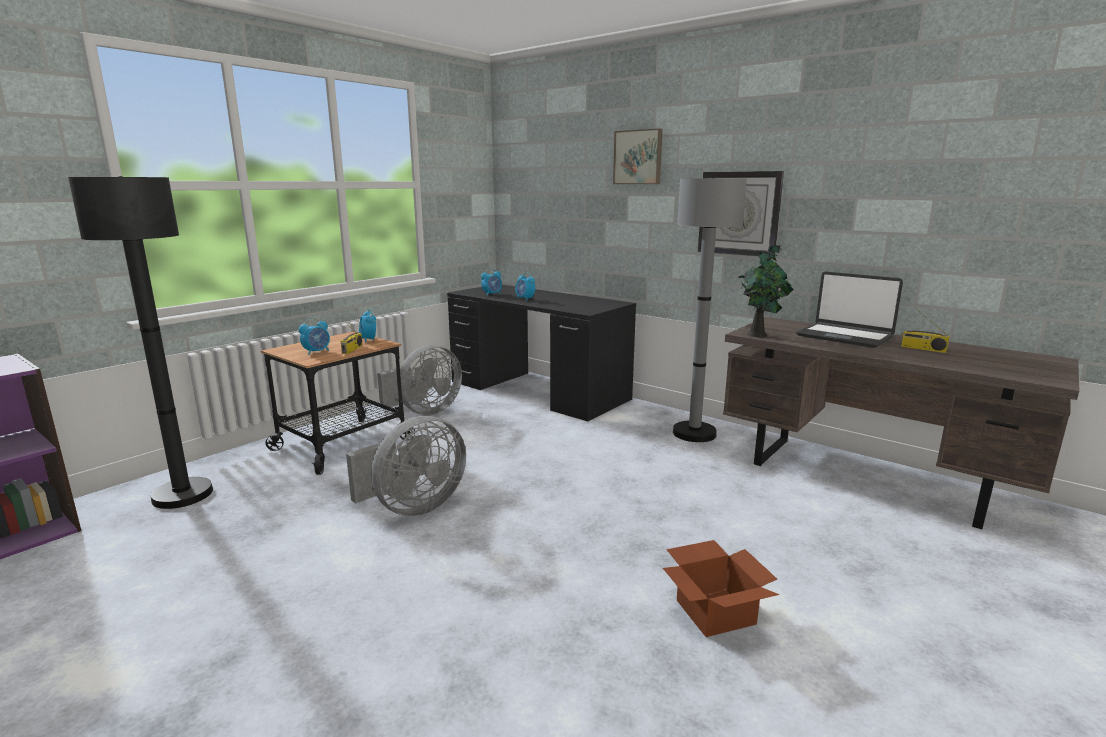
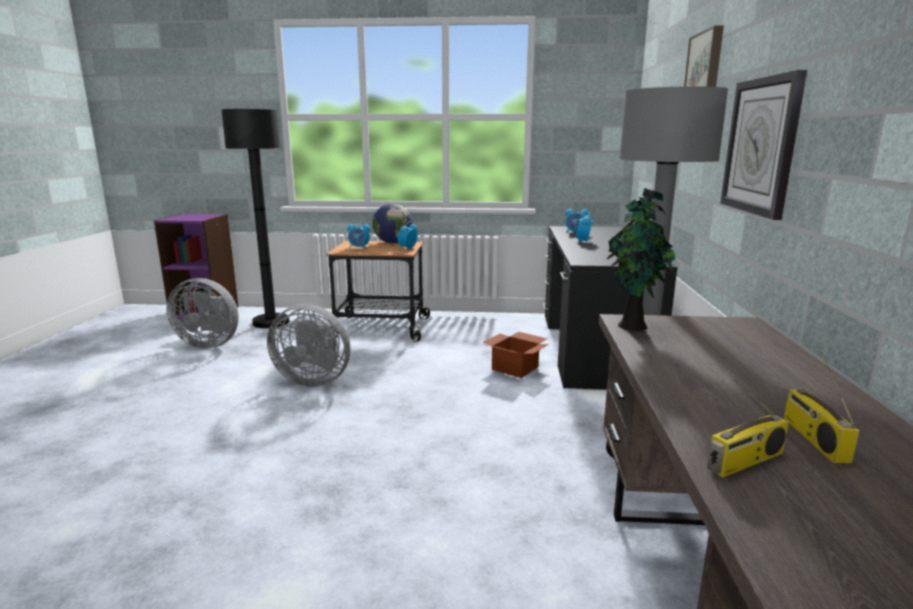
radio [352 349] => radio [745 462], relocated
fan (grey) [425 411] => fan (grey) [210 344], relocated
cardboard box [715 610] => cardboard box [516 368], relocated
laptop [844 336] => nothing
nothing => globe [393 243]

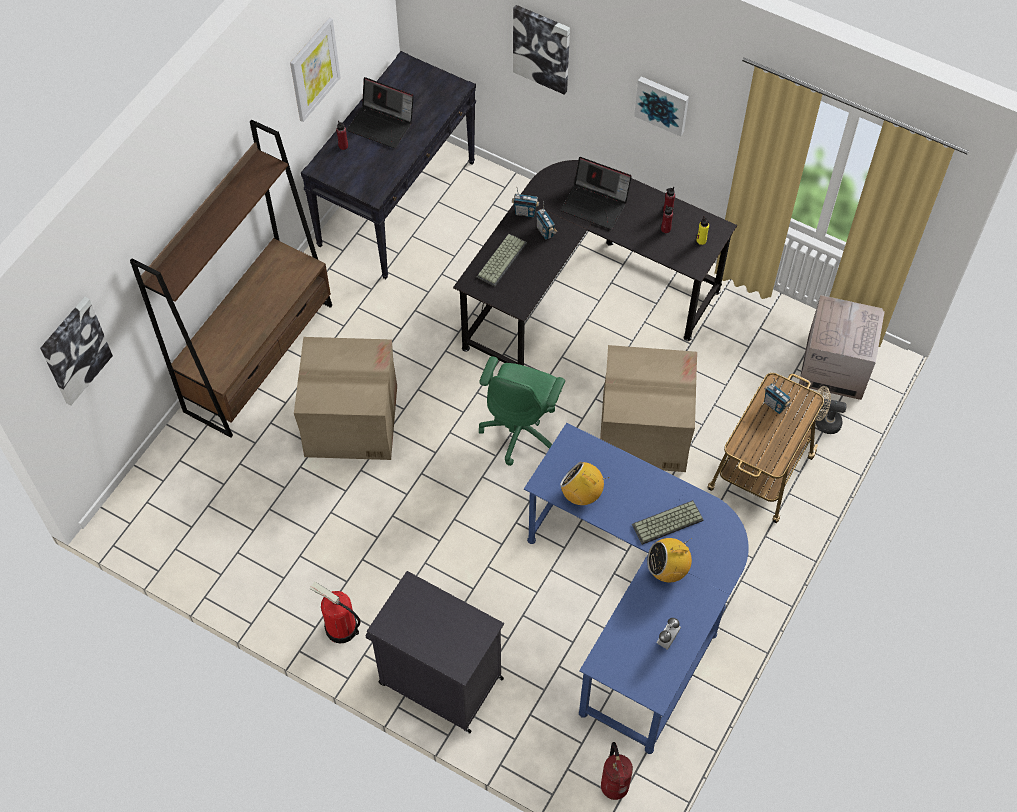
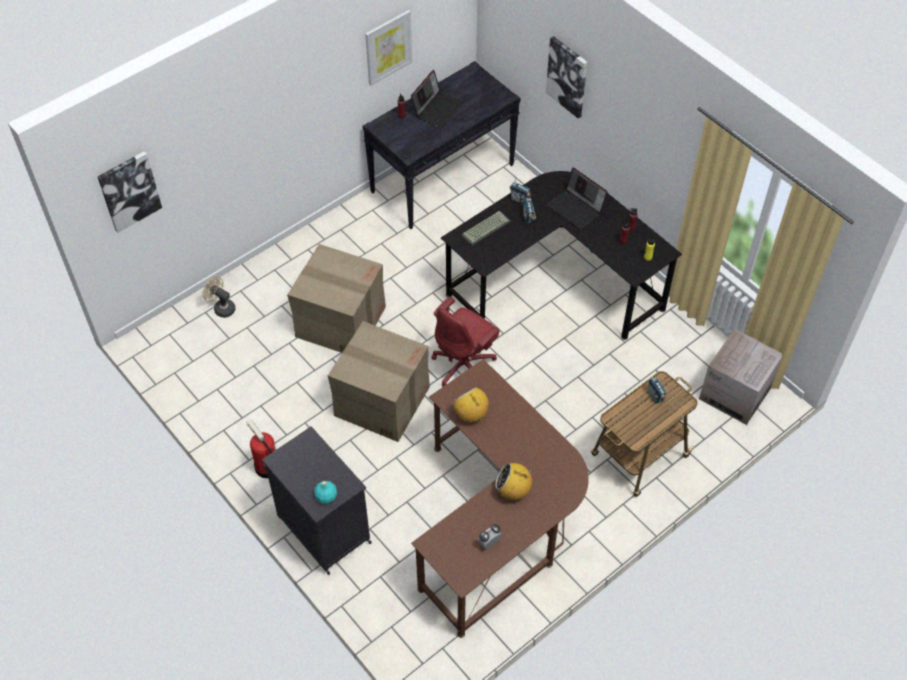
bookcase (brown) [259 357] => nothing
laptop [382 124] => laptop [437 108], 105 degrees counterclockwise
office chair (green) [521 430] => office chair (red) [465 366]
desk (blue) [637 604] => desk (brown) [498 522]
cardboard box [643 430] => cardboard box [381 401], relocated
fire extinguisher [614 784] => nothing
keyboard [667 524] => nothing
picture [662 104] => nothing
fan (beige) [823 422] => fan (beige) [221 308], relocated
nothing => bottle (turquoise) [326 496]

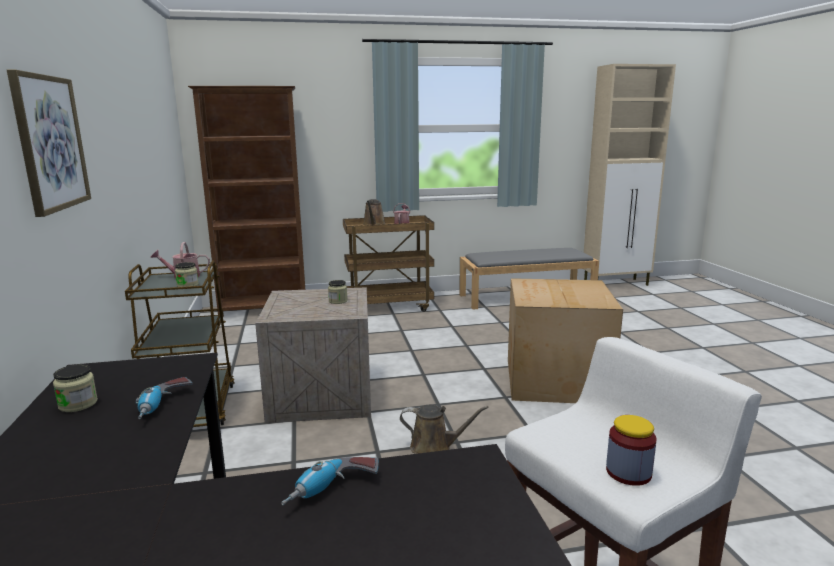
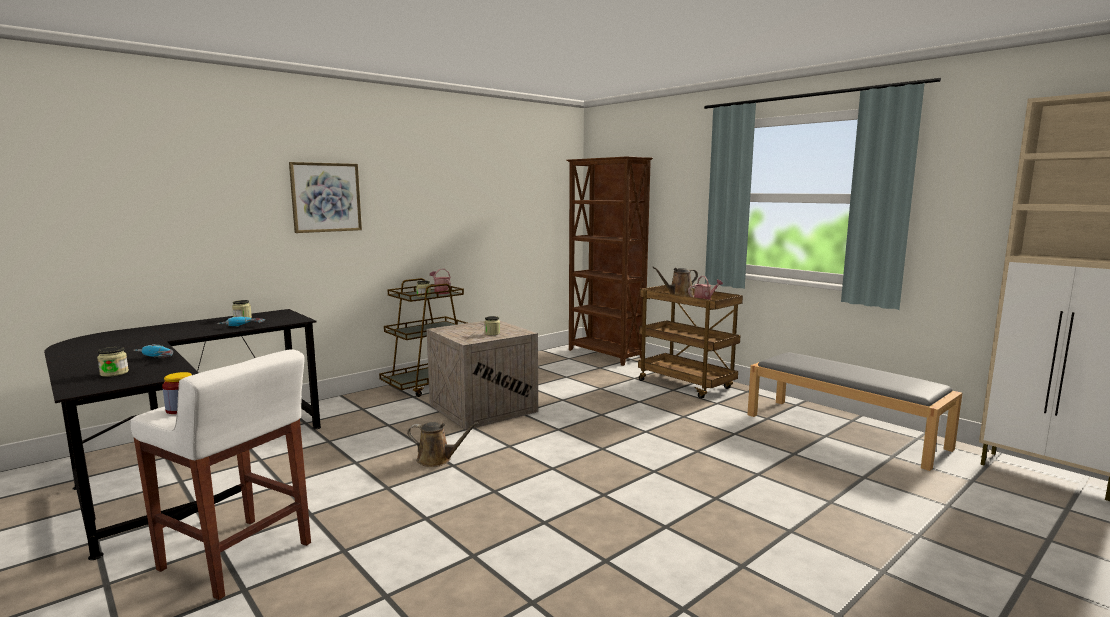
watering can (brown) [435 448] => watering can (brown) [437 459], 60 degrees counterclockwise
cardboard box [554 381] => nothing
nothing => jar [114 373]

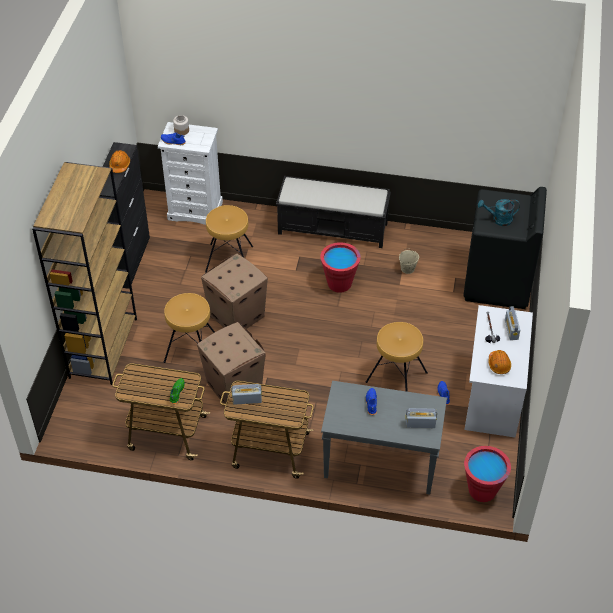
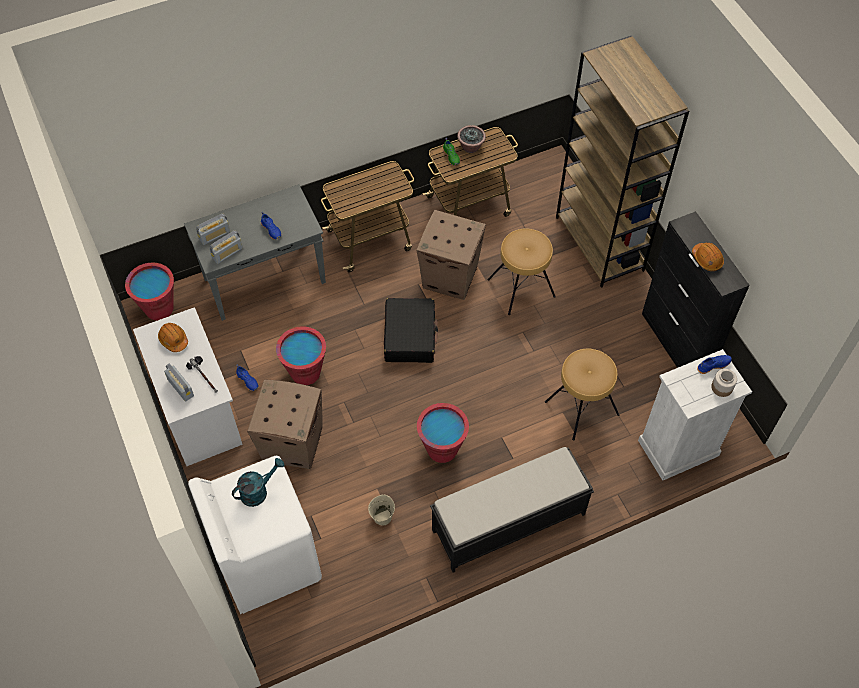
cardboard box [236 316] => cardboard box [293 443], relocated
radio [247 400] => radio [227 253], relocated
stool (brown) [396 378] => bucket (red) [305 372]
washing machine (black) [497 283] => washing machine (white) [267 560]
nothing => suitcase (black) [410 336]
nothing => potted plant [471 147]

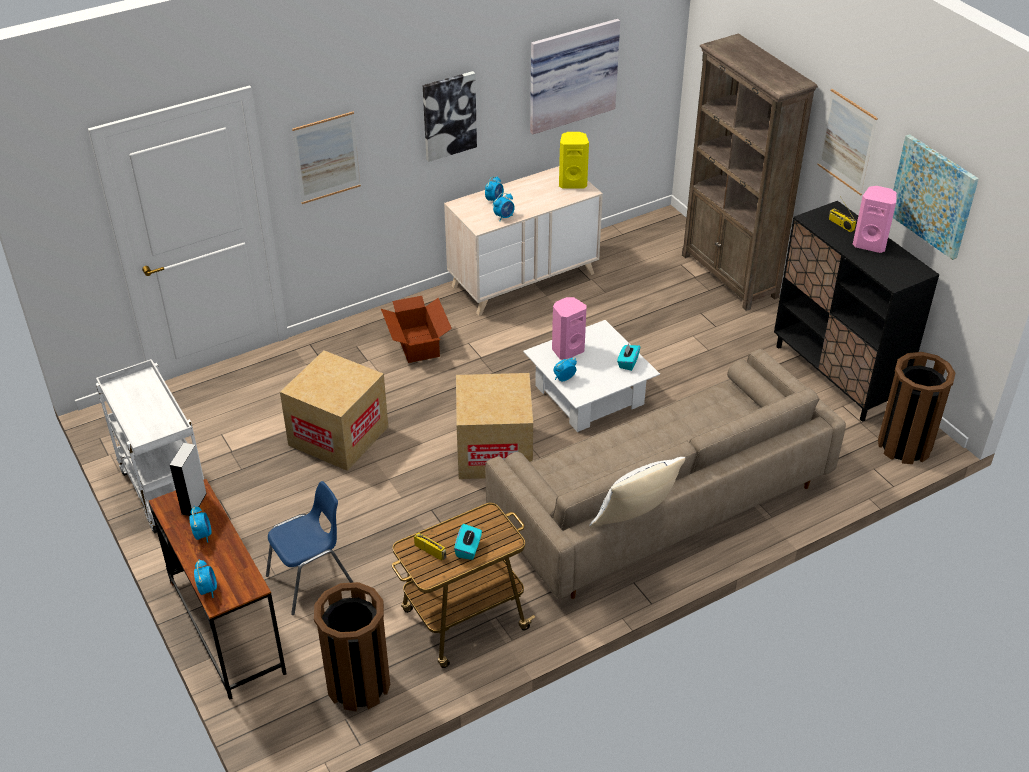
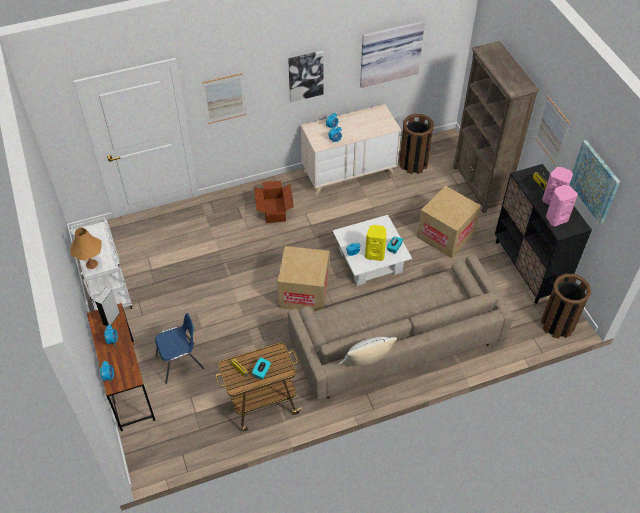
cardboard box [338 436] => cardboard box [445 235], relocated
trash can (brown) [358 684] => trash can (brown) [413 164], relocated
speaker (pink) [567 350] => speaker (pink) [556 218], relocated
speaker (yellow) [572 183] => speaker (yellow) [375 254], relocated
nothing => table lamp (orange) [91 264]

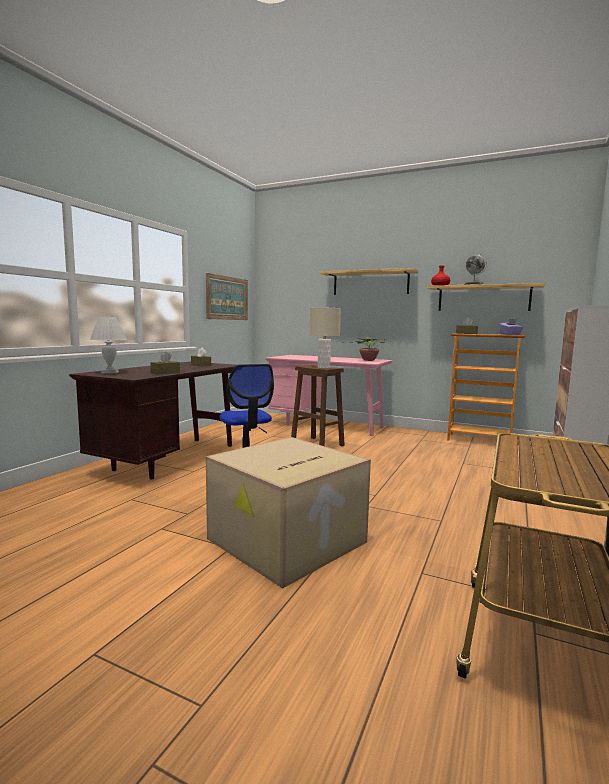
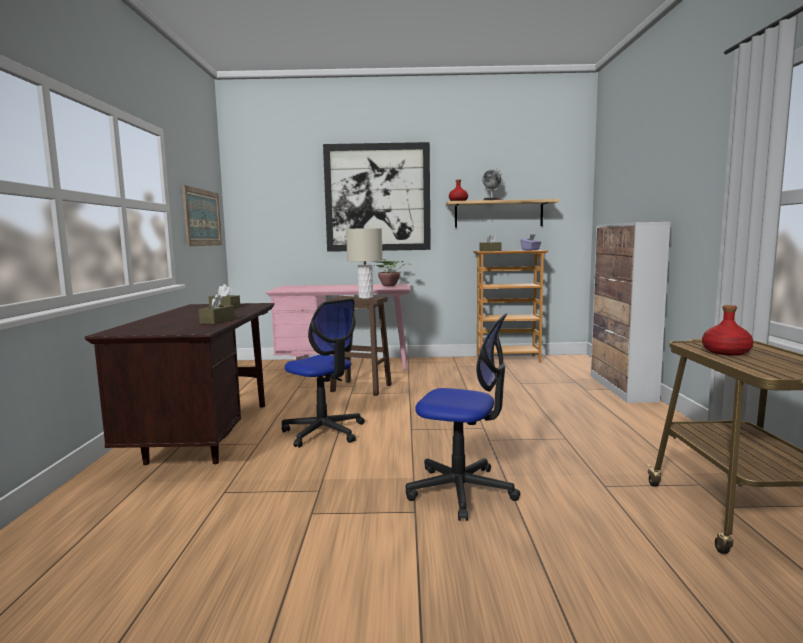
table lamp (white) [110 372] => nothing
cardboard box [286 541] => office chair [461 491]
shelf [370 283] => picture [377 198]
nothing => bottle (red) [726 352]

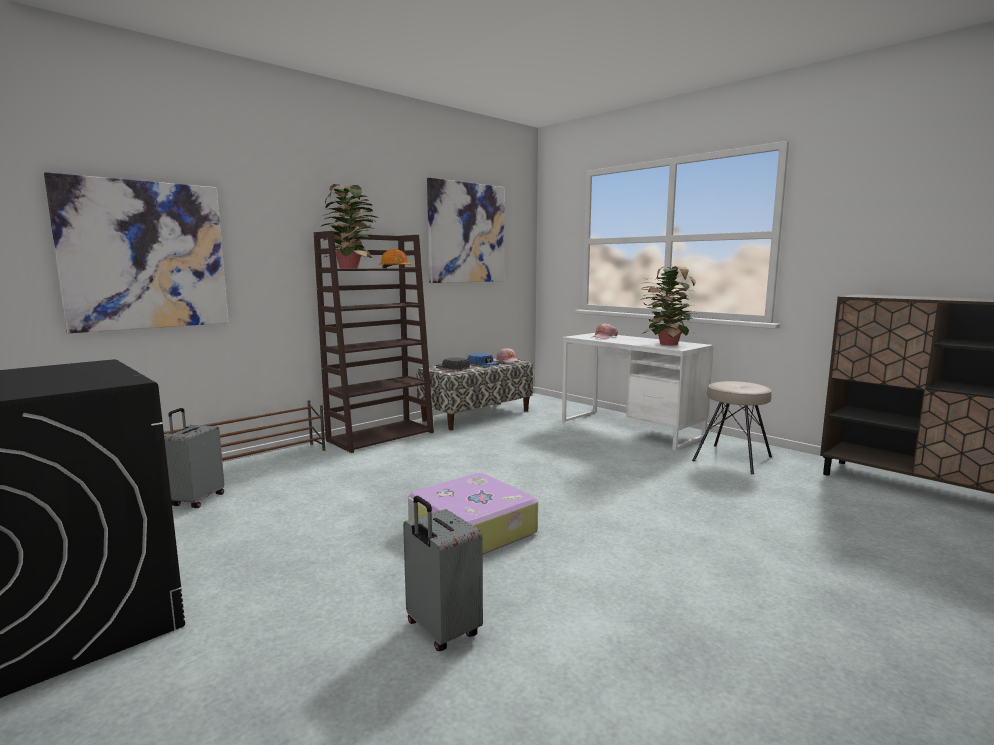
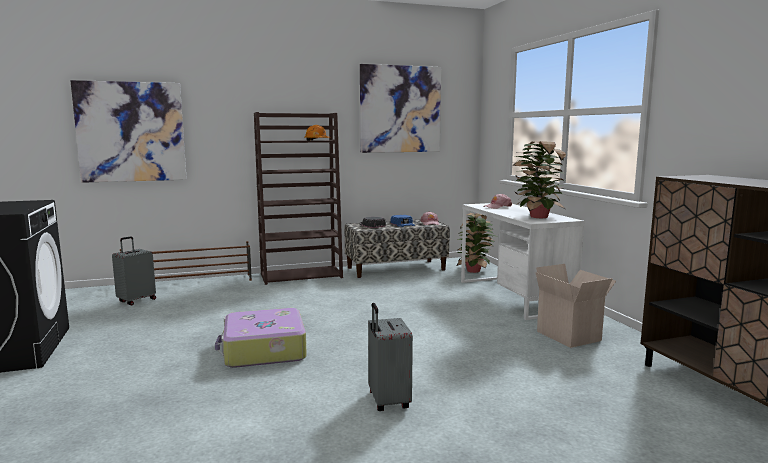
potted plant [351 268] => potted plant [474 270], relocated
suitcase (grey) [441 630] => suitcase (grey) [387 401], relocated
stool (beige) [733 459] => cardboard box [570 336]

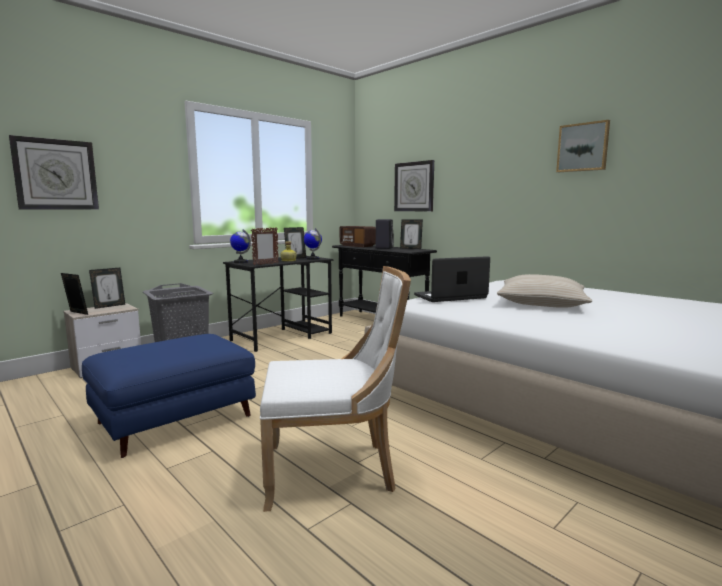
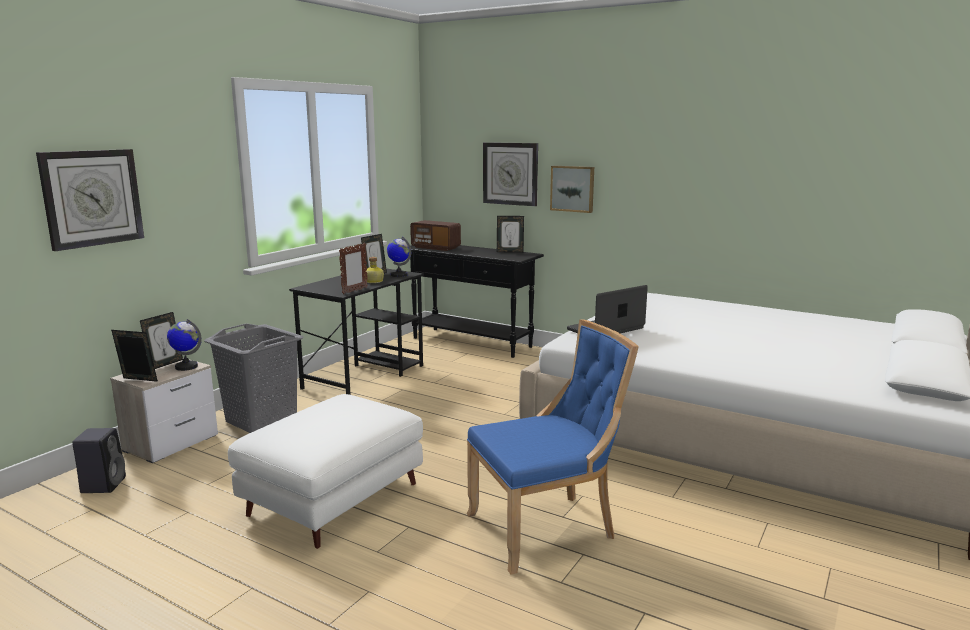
ottoman (blue) [175 420] => ottoman (white) [333 499]
globe [241 262] => globe [186 367], relocated
chair (white) [334 471] => chair (blue) [547 528]
speaker (black) [384 248] => speaker (black) [103 484], relocated
pillow (beige) [541 302] => nothing
picture [583 147] => picture [572 188], relocated

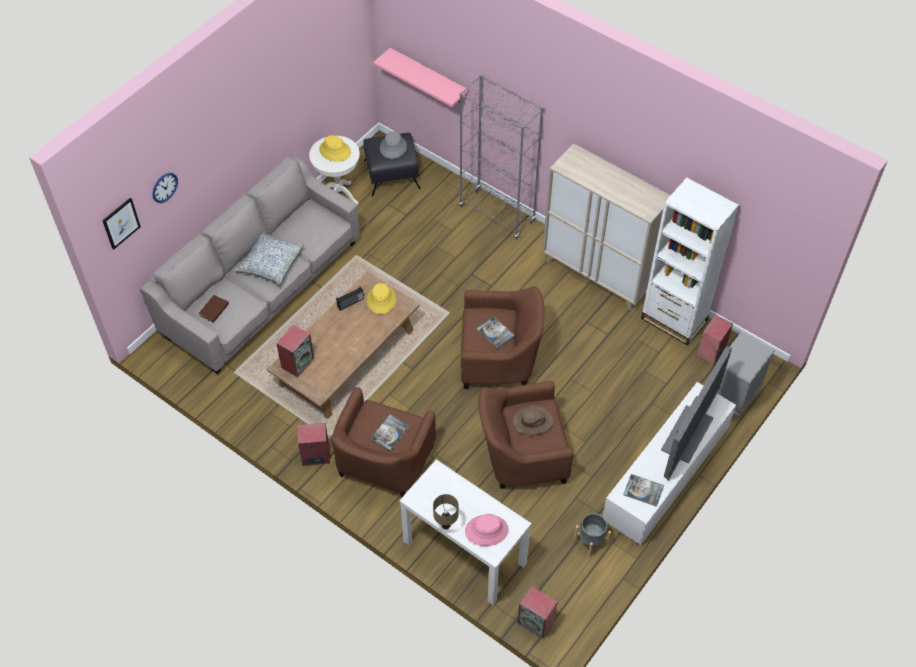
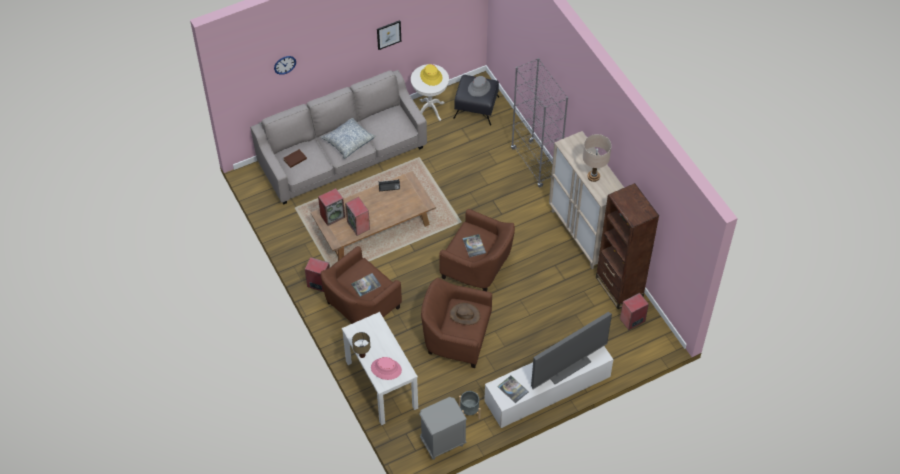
picture [121 223] => picture [388 34], relocated
hat (yellow) [381 300] => nothing
shelf (pink) [429 76] => nothing
speaker [536 621] => speaker [359 225], relocated
bookcase (white) [673 320] => bookcase (brown) [619 287]
nightstand (grey) [732 397] => nightstand (grey) [442 443], relocated
nothing => table lamp (beige) [593 176]

